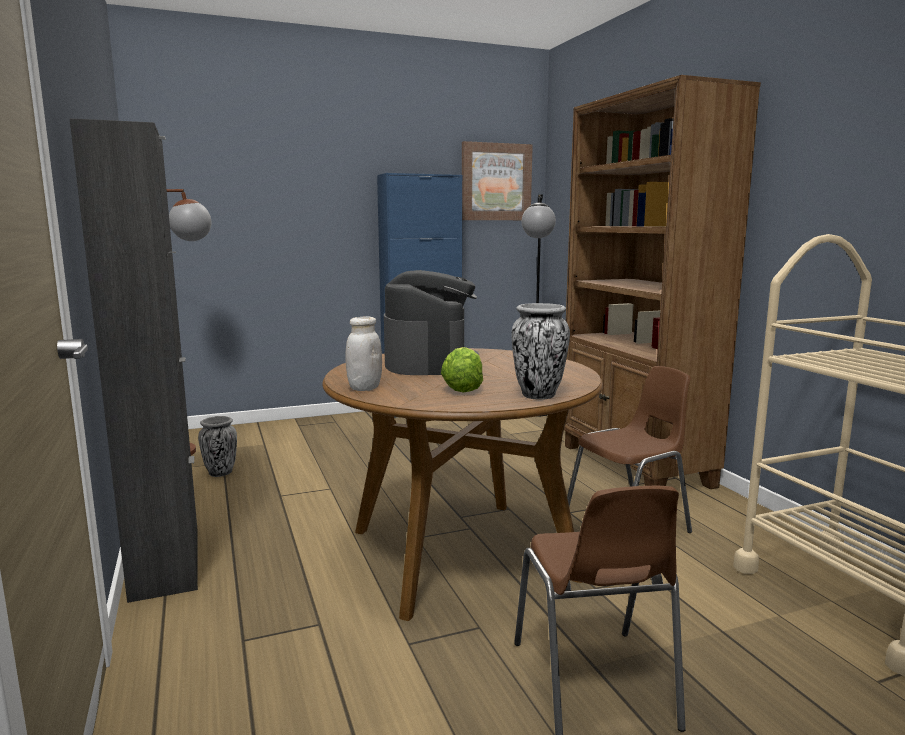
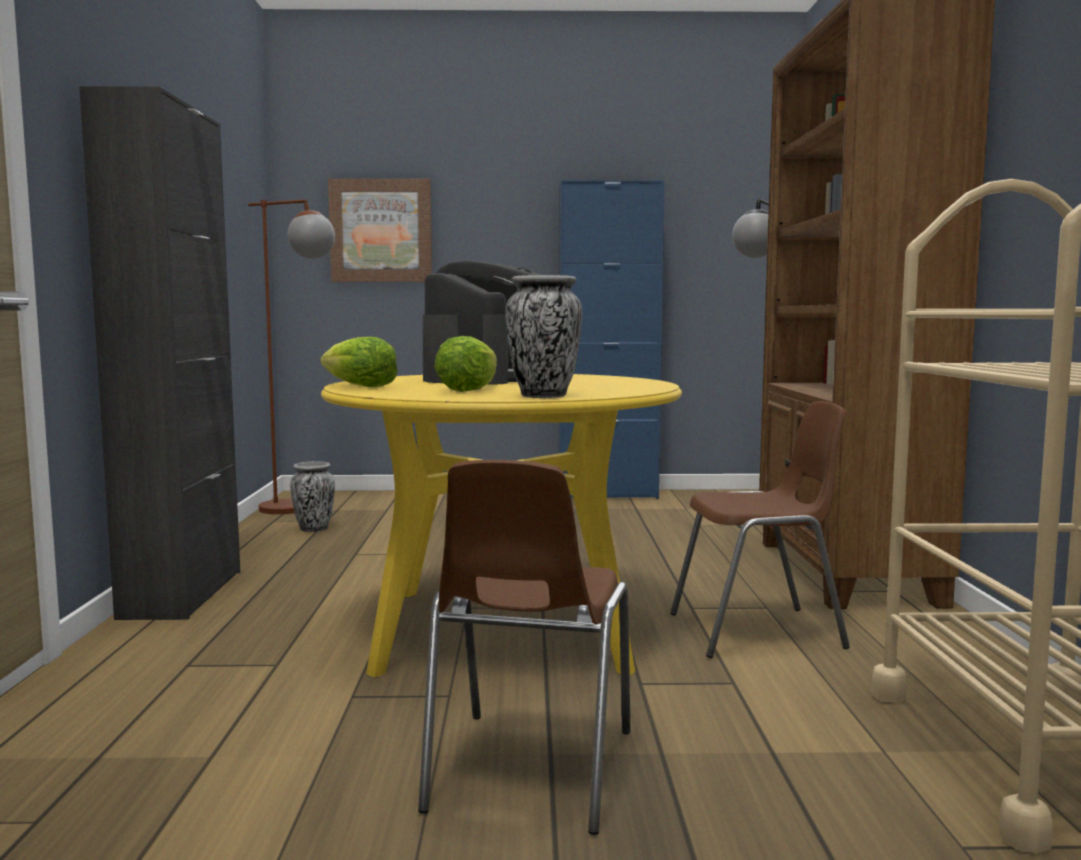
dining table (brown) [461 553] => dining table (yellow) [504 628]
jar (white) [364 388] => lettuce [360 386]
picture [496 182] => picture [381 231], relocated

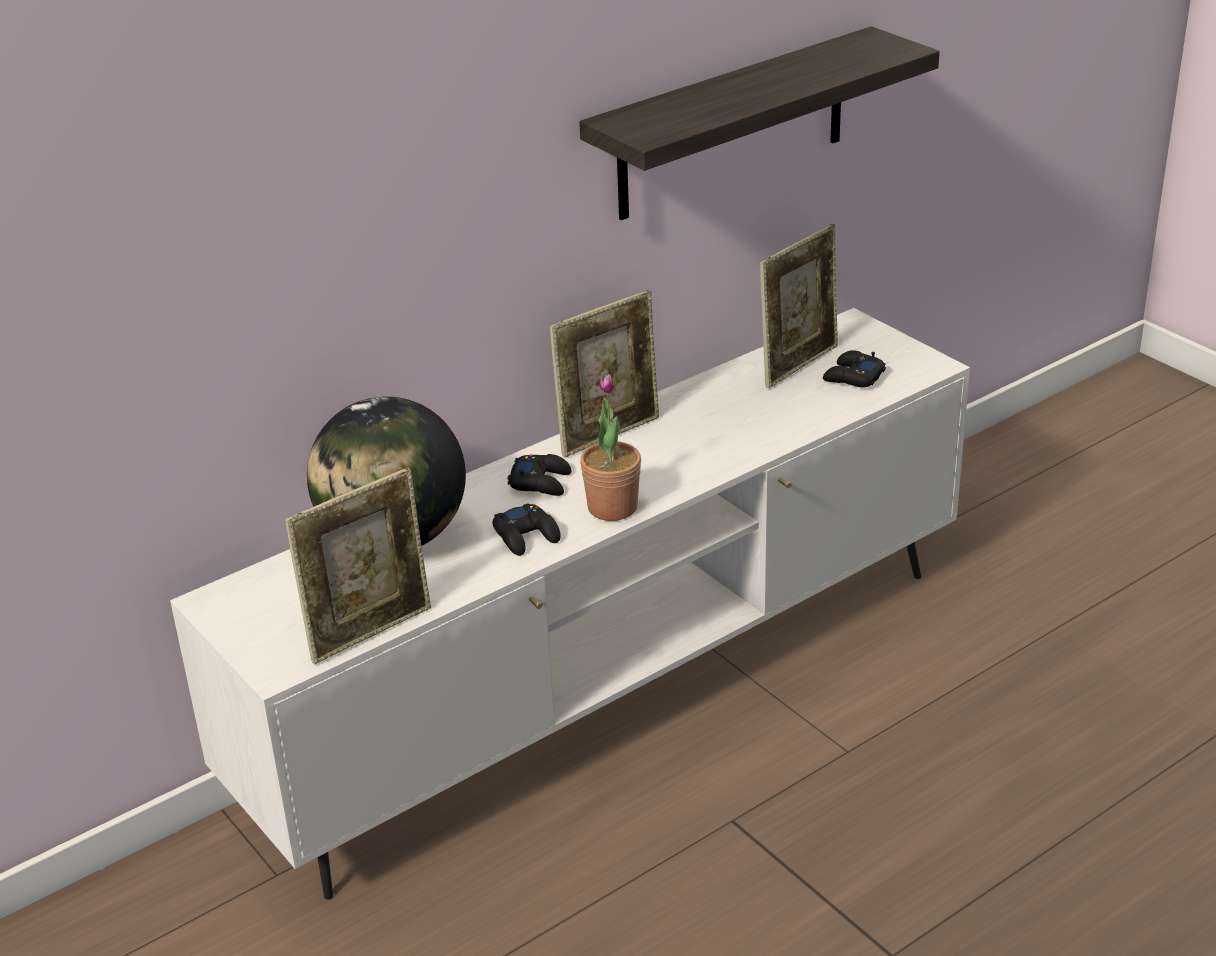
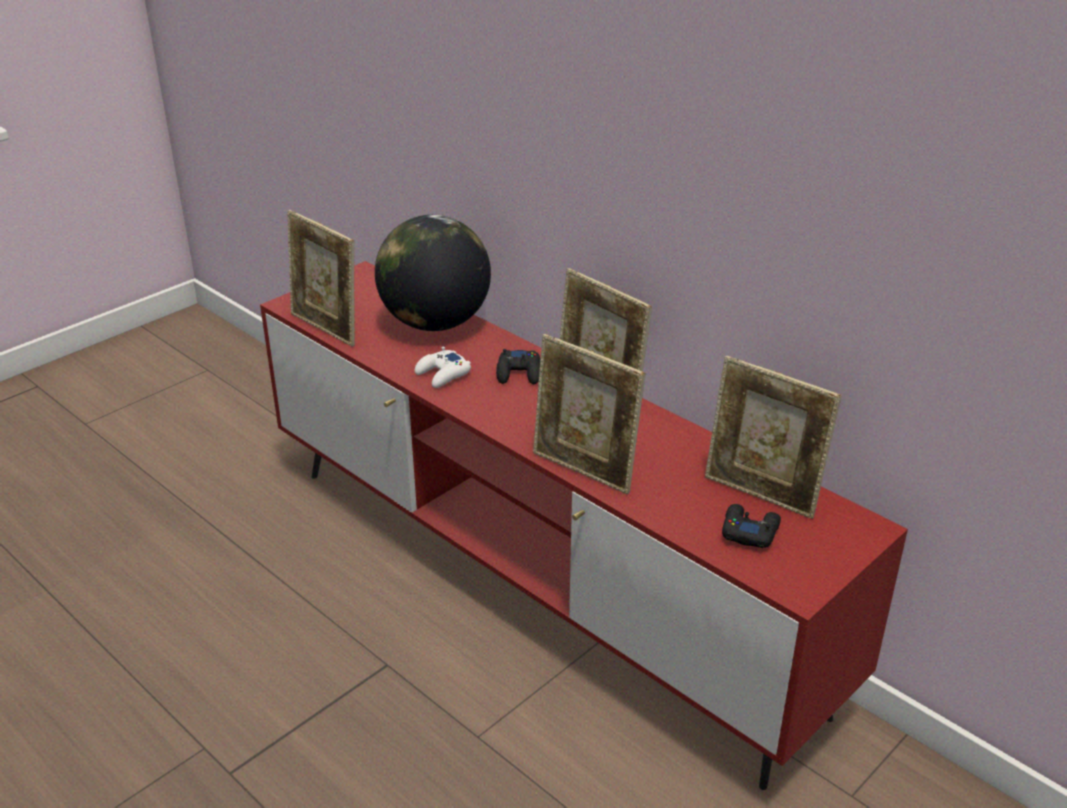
tv stand (white) [614 692] => tv stand (red) [535 582]
game controller (black) [526 536] => game controller (white) [443 374]
shelf [732 125] => nothing
potted plant [612 507] => nothing
nothing => picture frame [584 470]

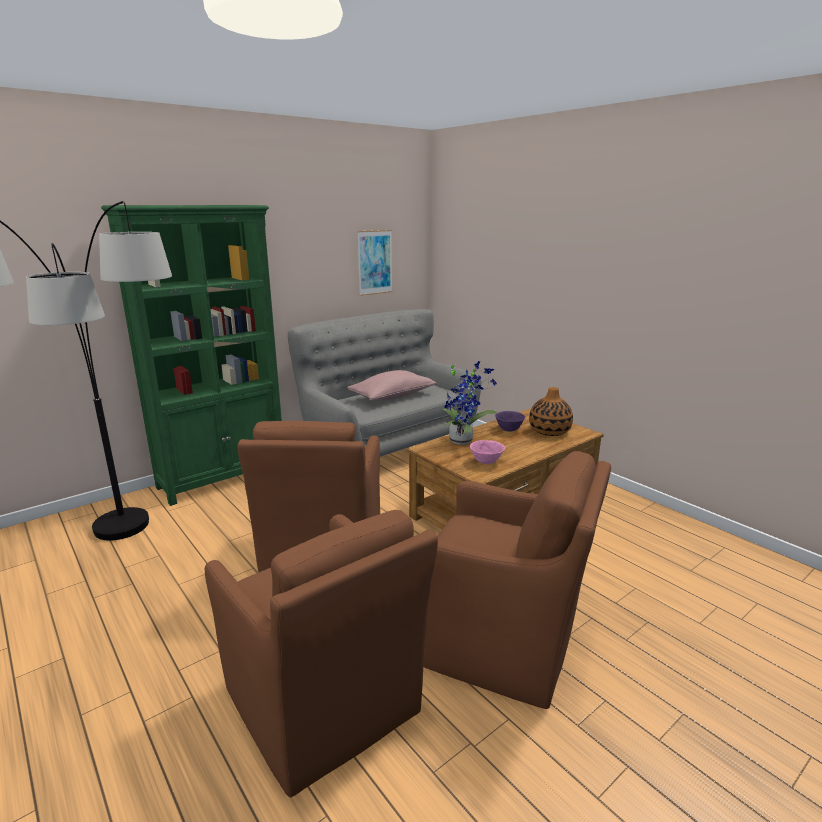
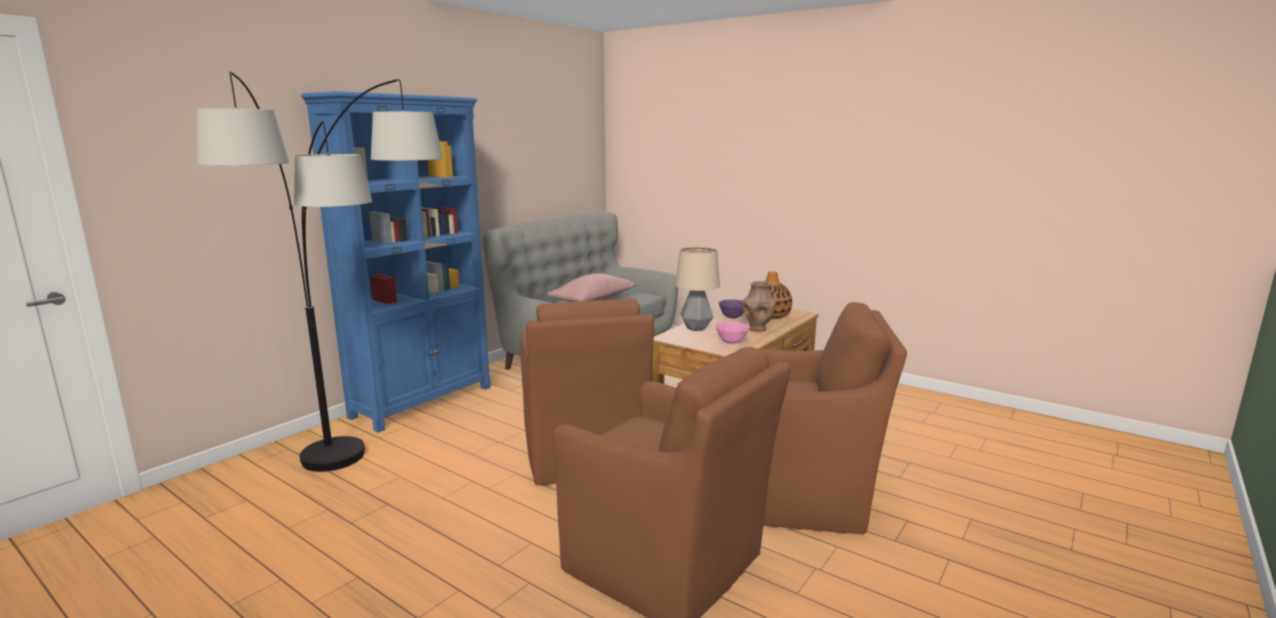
bookcase (green) [224 478] => bookcase (blue) [423 401]
picture [375 262] => nothing
potted plant [463 440] => table lamp [696 328]
nothing => vase (brown) [757 329]

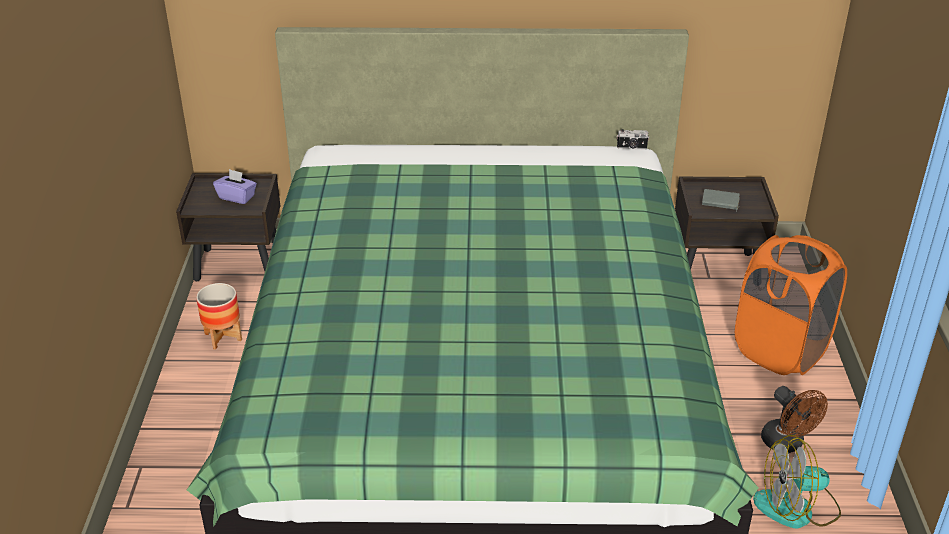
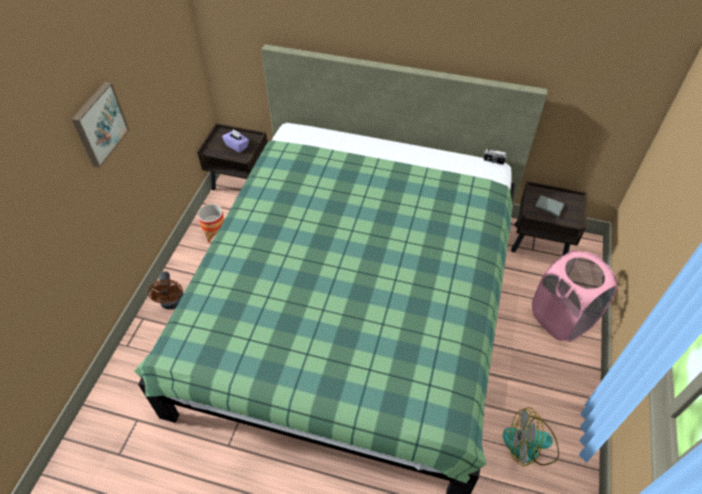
laundry basket (orange) [780 351] => laundry basket (pink) [561 318]
fan (brown) [787 444] => fan (brown) [172 303], relocated
nothing => picture [99 124]

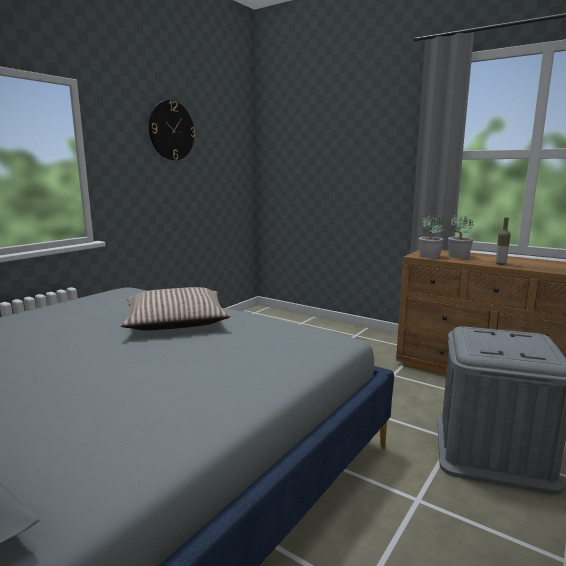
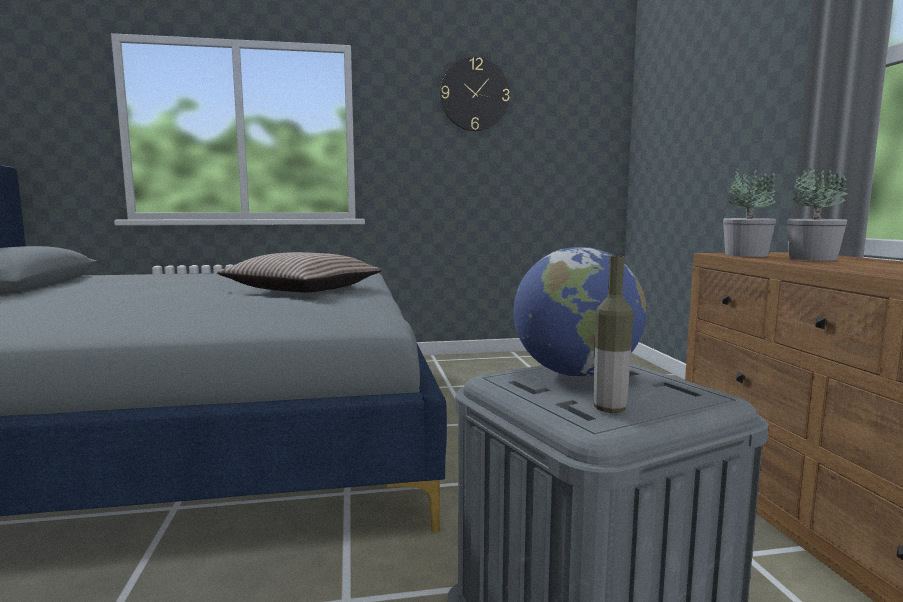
bottle [500 264] => bottle [609 409], relocated
nothing => globe [575 374]

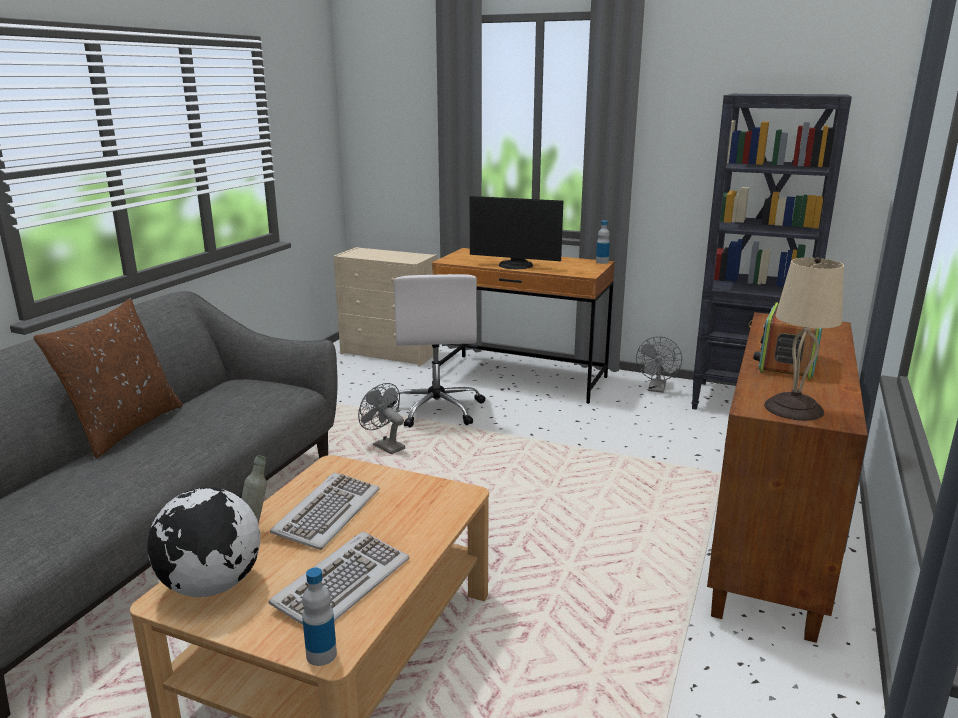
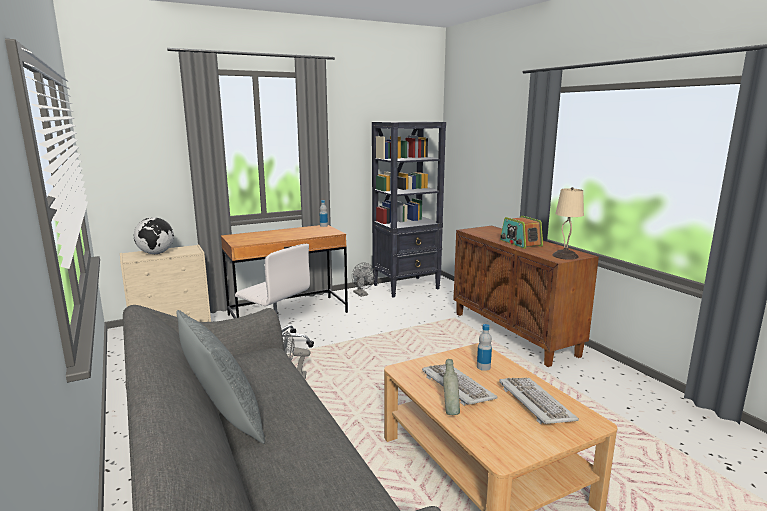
pillow (brown) [124 428] => pillow (grey) [223 422]
globe [211 586] => globe [156 253], relocated
bottle [321 654] => bottle [483 367], relocated
monitor [515 266] => nothing

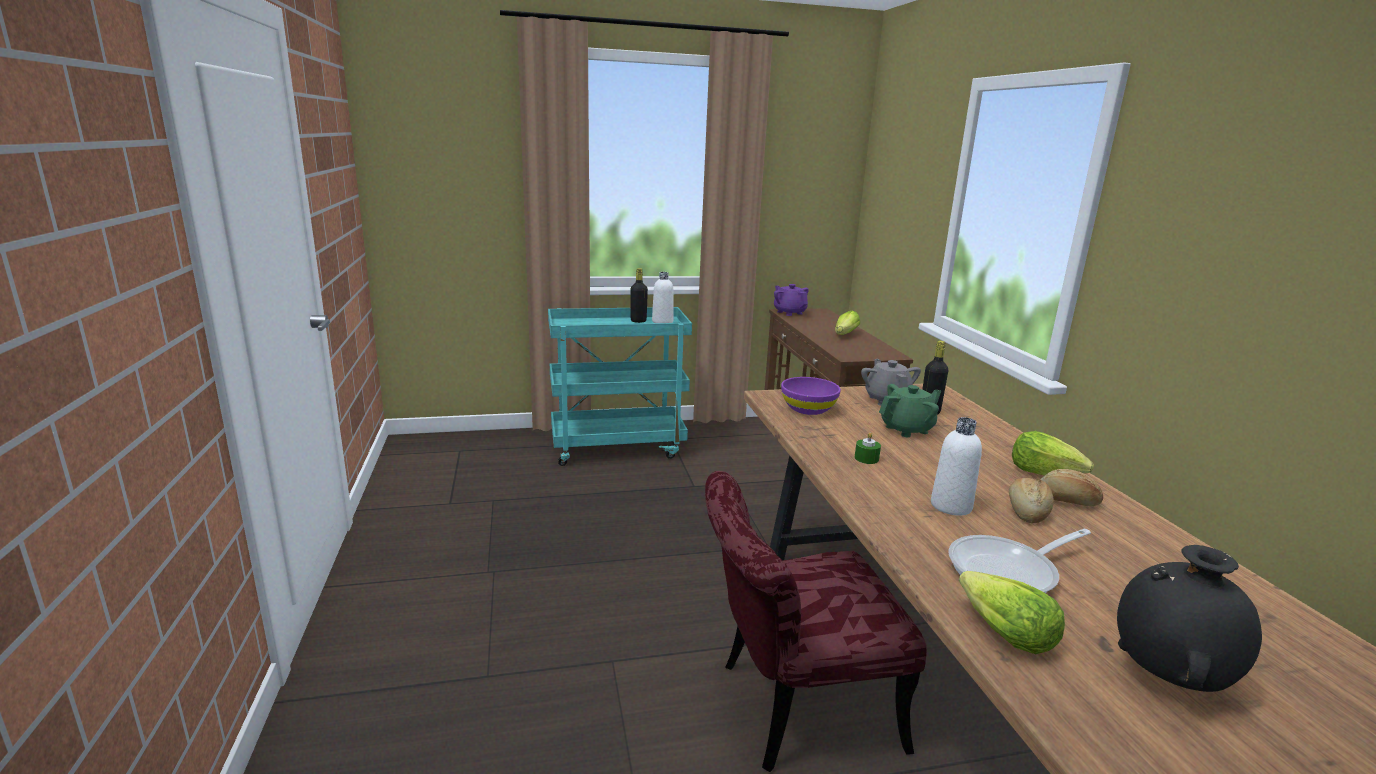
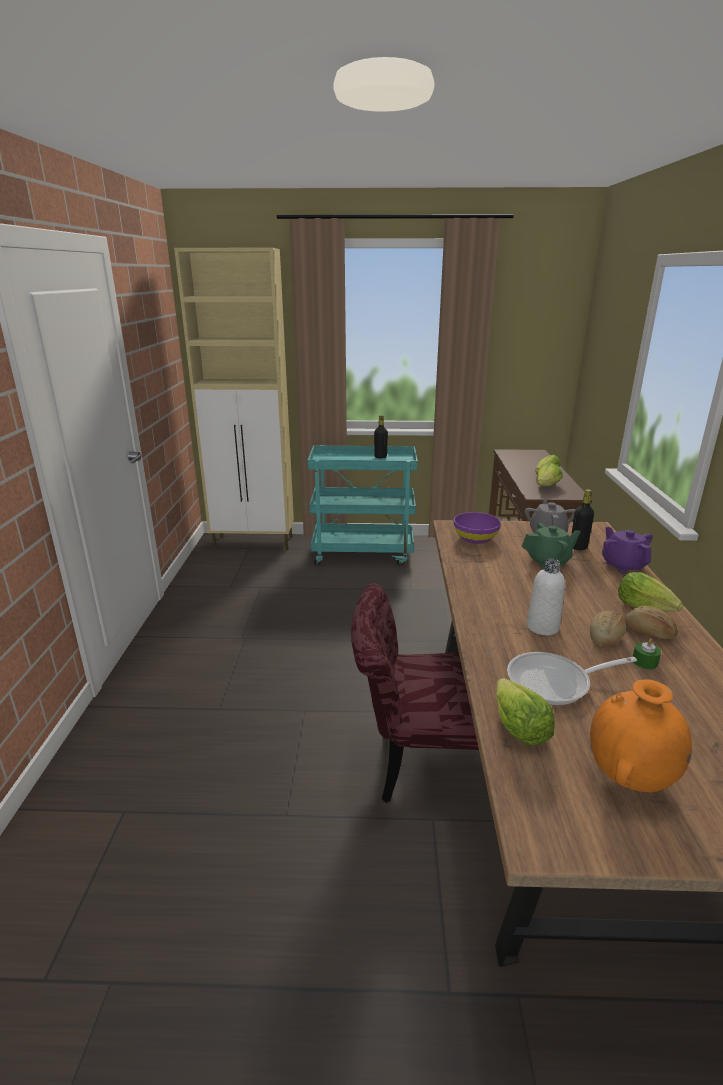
bottle (white) [662 322] => nothing
teapot (purple) [789 312] => teapot (purple) [623 565], relocated
candle (green) [866 458] => candle (green) [644 662], relocated
vase (black) [1168 678] => vase (orange) [629 778]
nothing => cabinet (beige) [254 542]
nothing => lettuce [546 487]

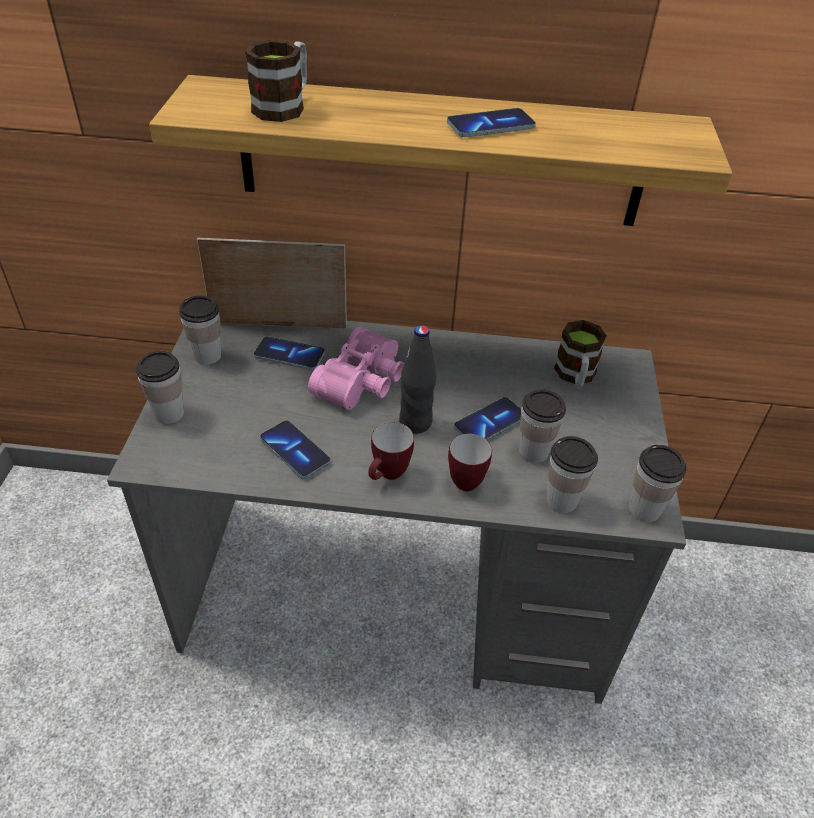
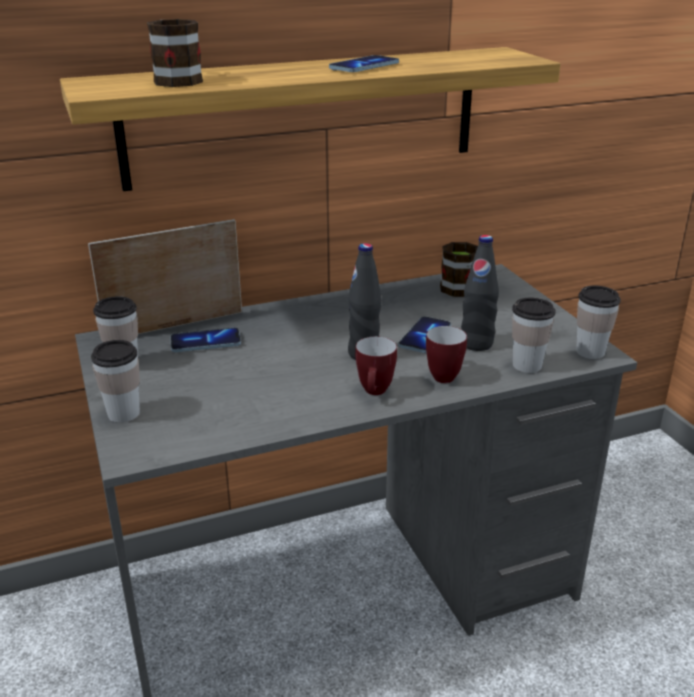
phone [295 451] => nothing
binoculars (pink) [363 382] => nothing
cup [533 452] => bottle (black) [476 344]

